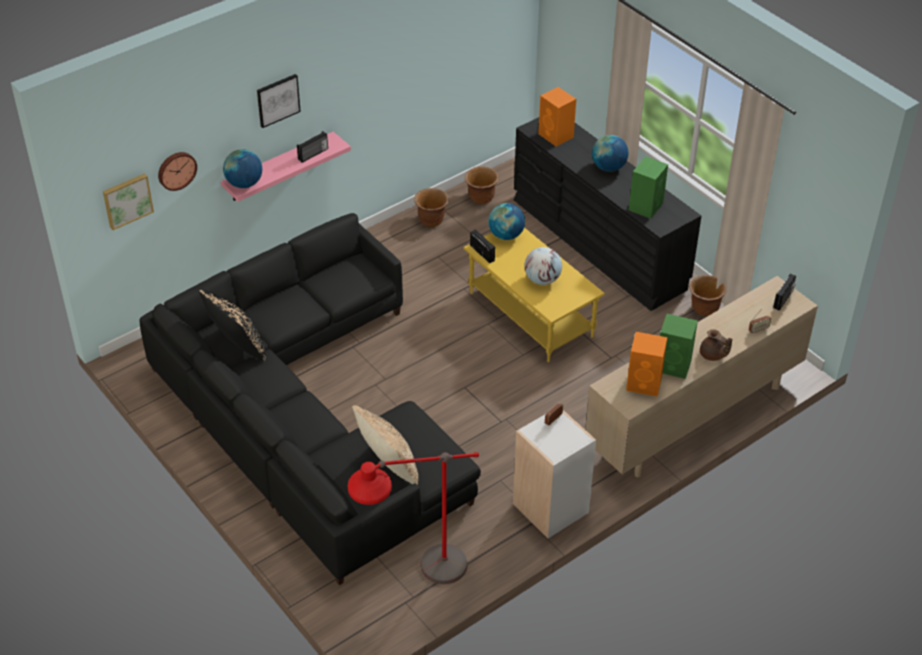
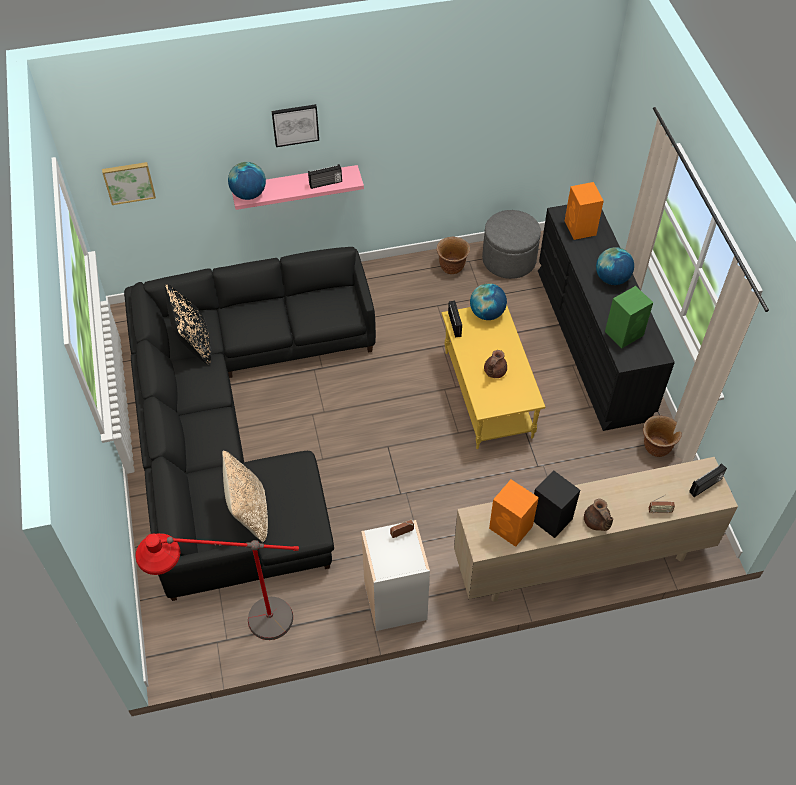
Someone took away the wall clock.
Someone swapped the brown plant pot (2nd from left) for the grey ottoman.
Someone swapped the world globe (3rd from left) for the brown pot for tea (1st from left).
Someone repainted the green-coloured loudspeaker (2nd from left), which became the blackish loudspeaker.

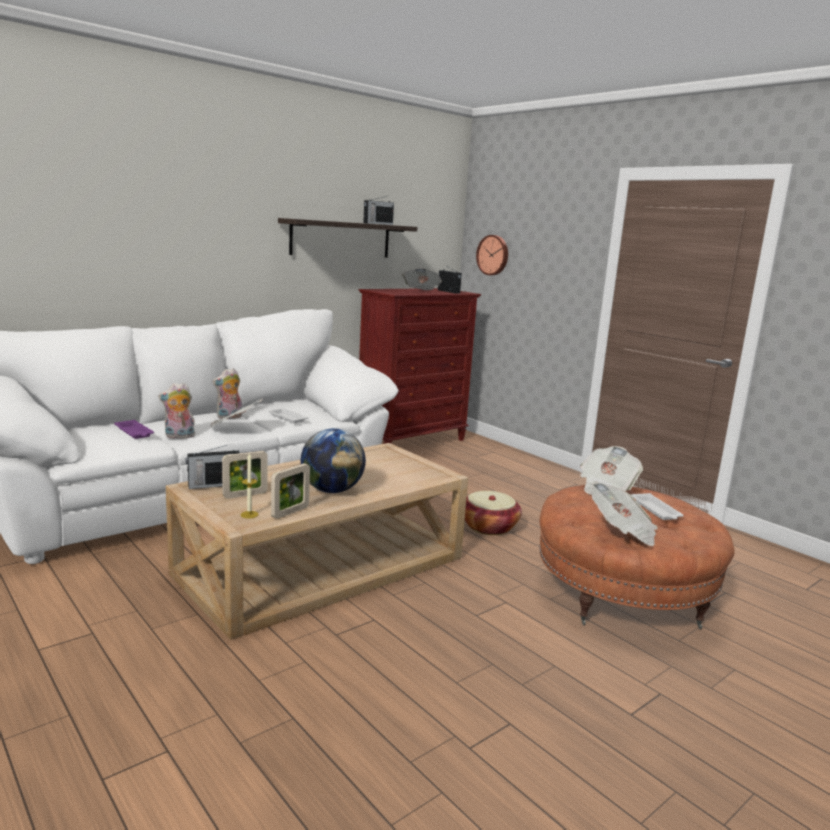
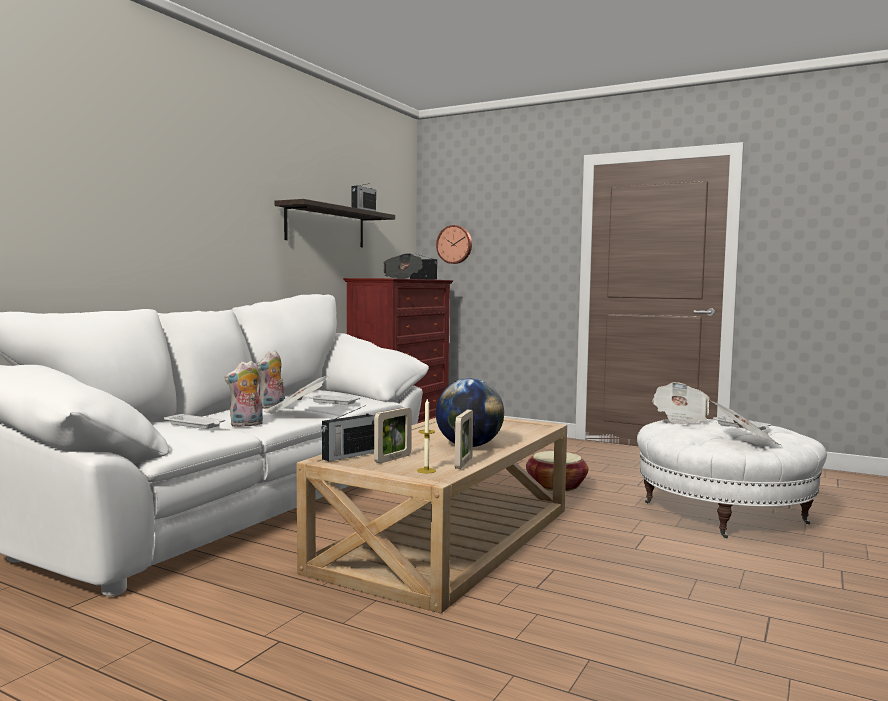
Someone repainted the purple tray, which became the whitish tray (1st from left).
Someone repainted the brown ottoman, which became the whitish ottoman.

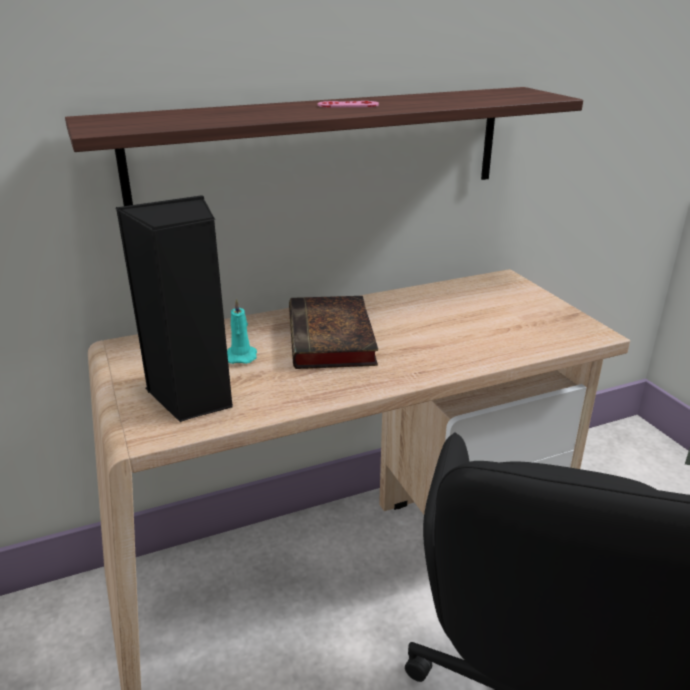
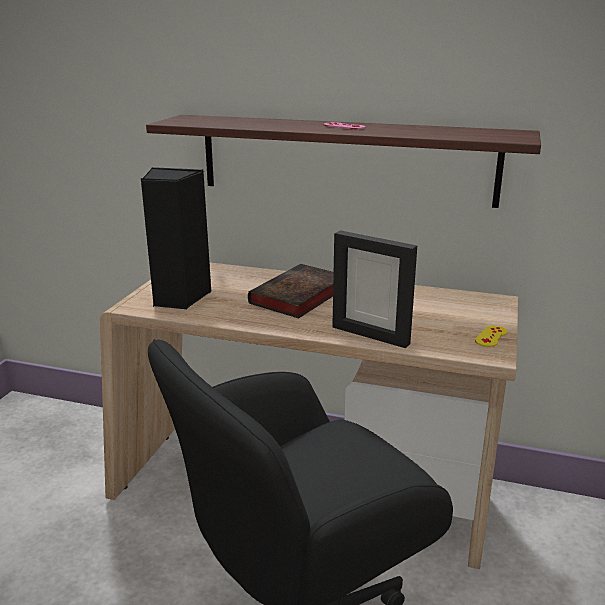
Someone took away the turquoise wax light.
Someone put down the photo frame.
Someone put down the yellowish gamepad.

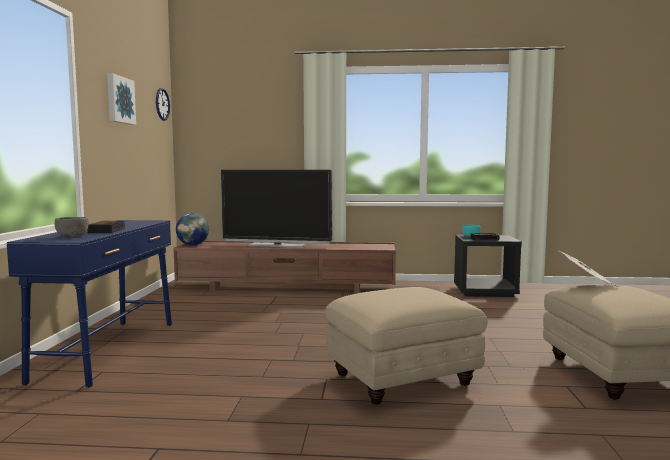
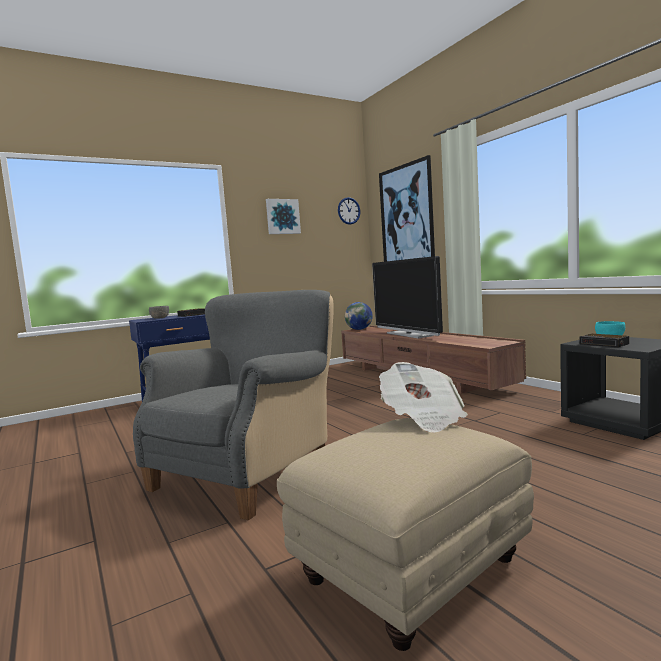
Someone put up the wall picture (2nd from left).
Someone swapped the beige ottoman (1st from left) for the grey armchair.

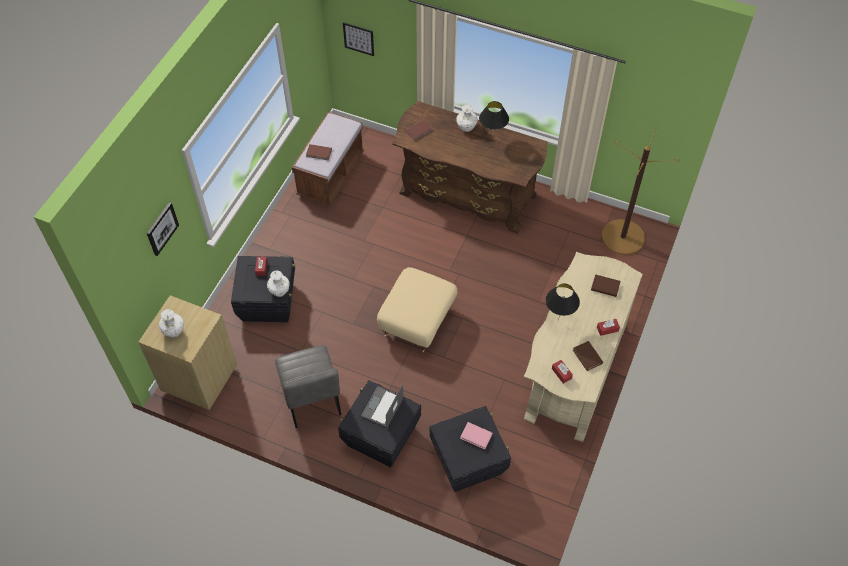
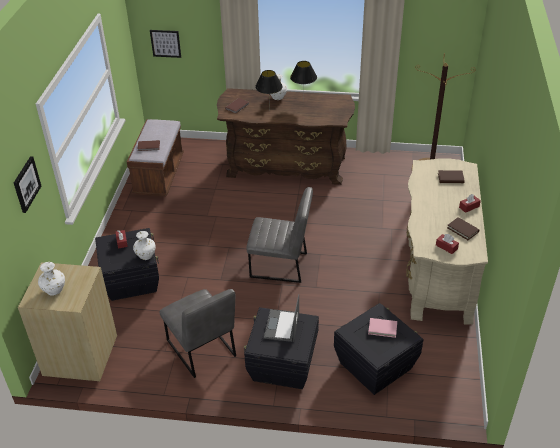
Someone carried the blackish tabletop lamp (2nd from left in the first image).
Someone swapped the beige ottoman for the grey plain chair (2nd from left).

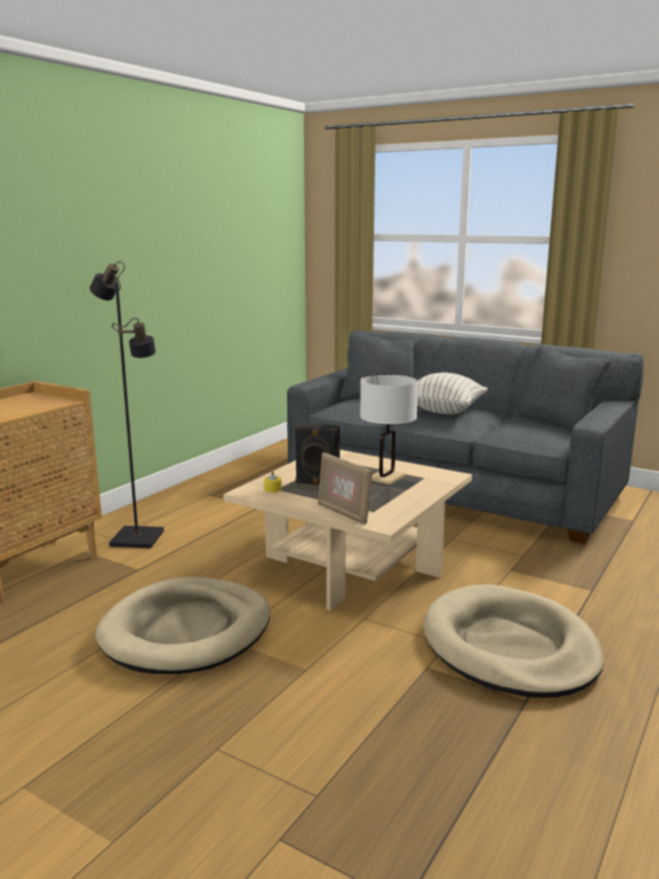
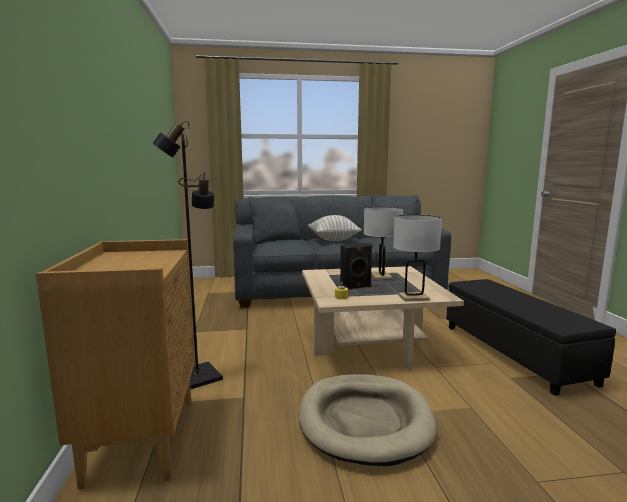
Someone swapped the photo frame for the whitish tabletop lamp (2nd from left).
Someone swapped the beige dog cushion (2nd from left) for the blackish ottoman.

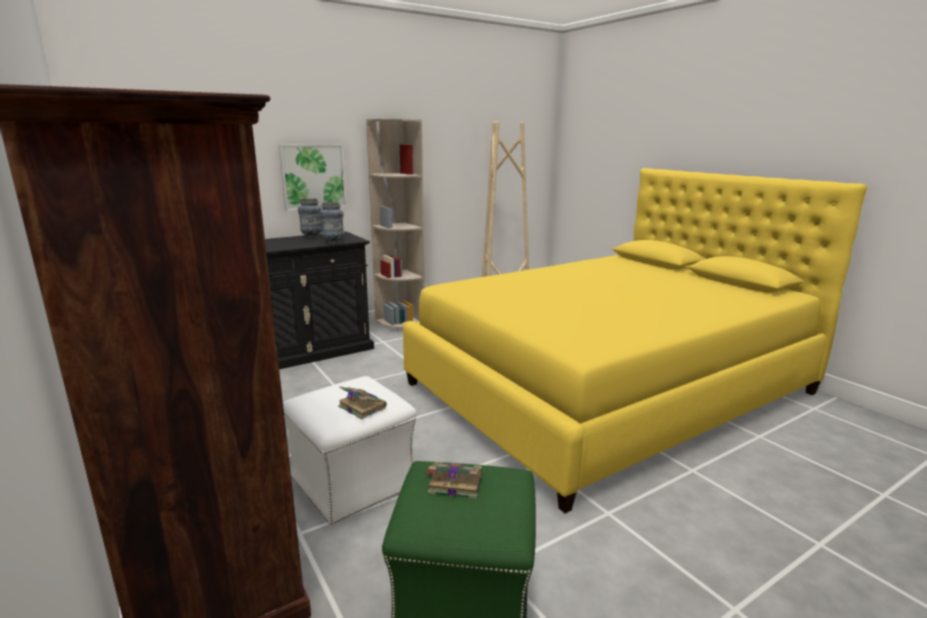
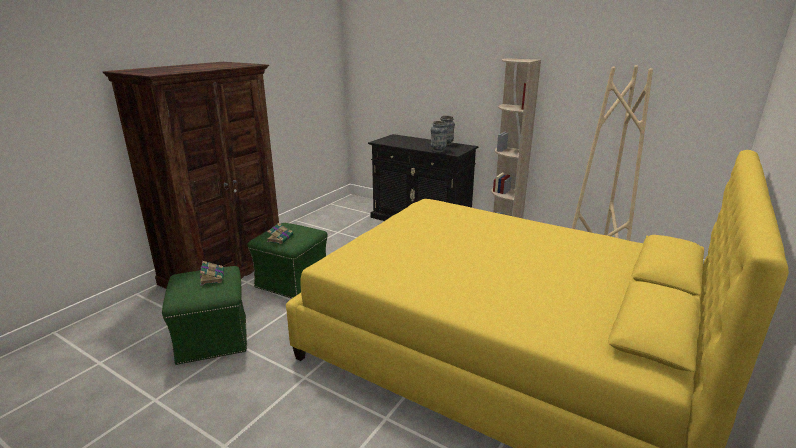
Someone took away the wall picture.
Someone repainted the whitish ottoman, which became the green-coloured ottoman (2nd from left).

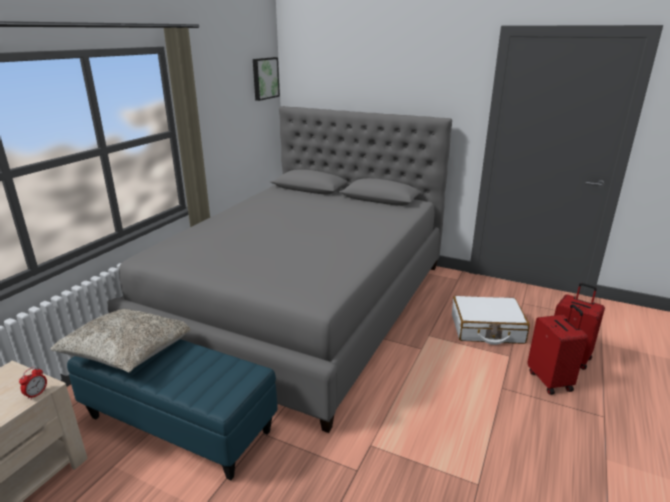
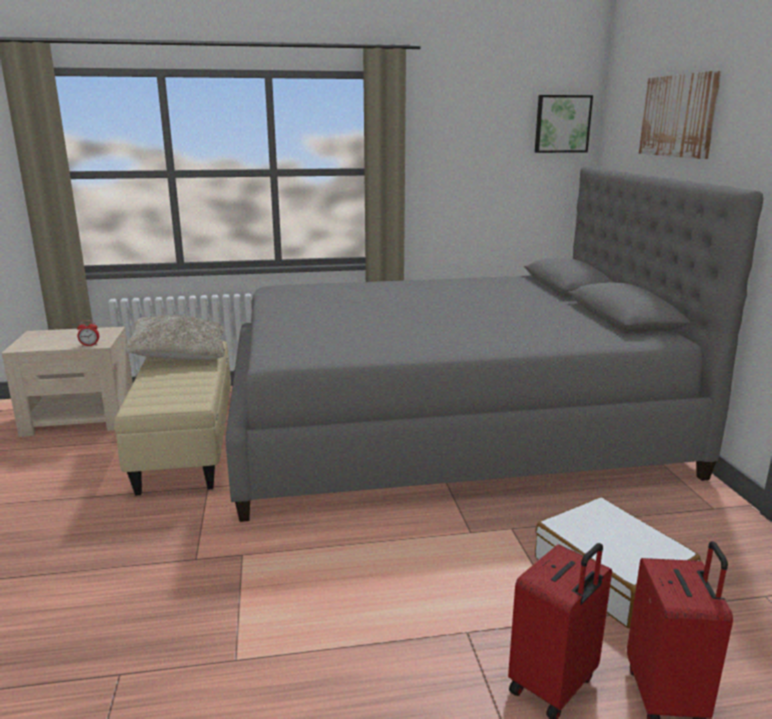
Someone put up the wall picture (2nd from left).
Someone repainted the blue-coloured ottoman, which became the beige ottoman.

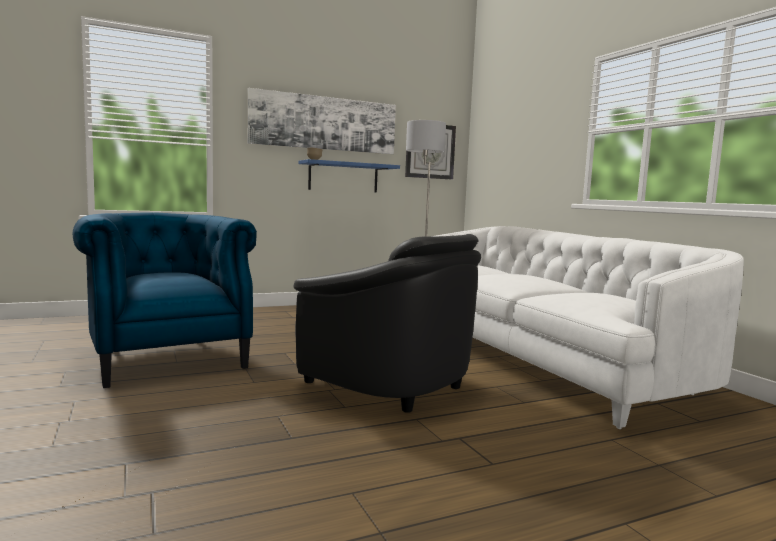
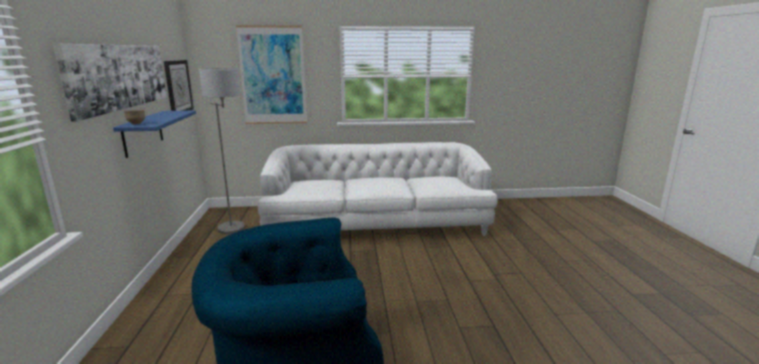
Someone took away the blackish armchair.
Someone put up the wall picture (2nd from left).

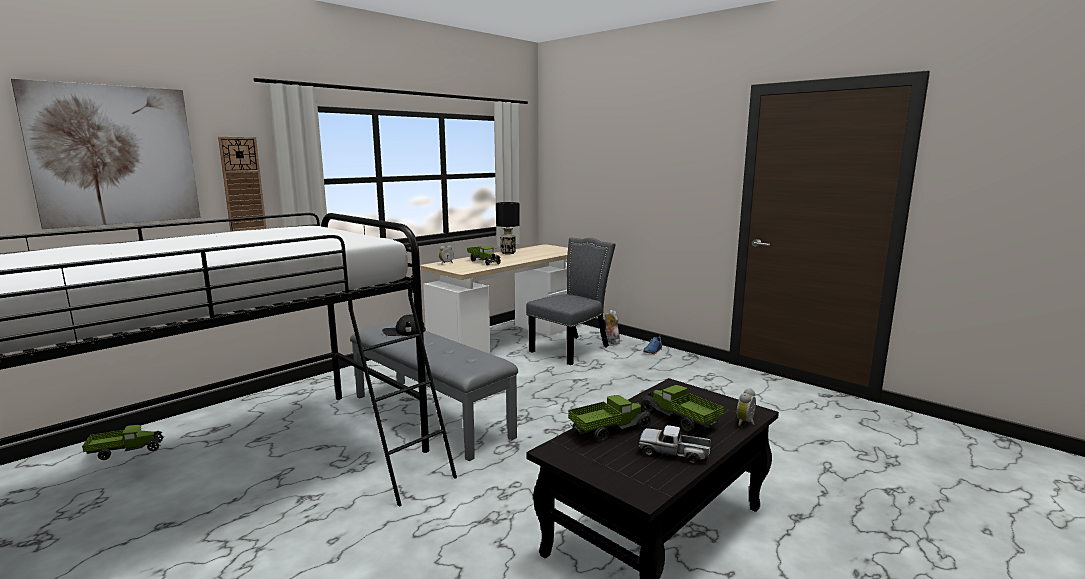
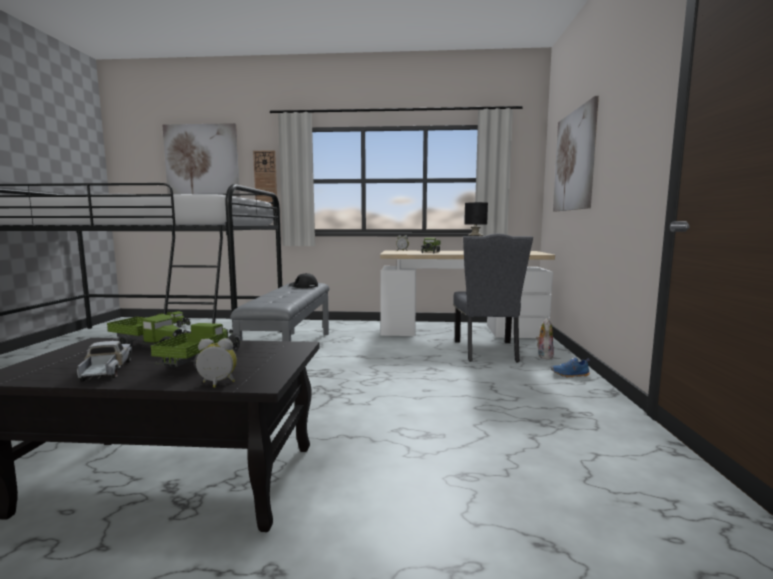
Someone put up the wall picture (2nd from left).
Someone rotated the grey plain chair by 90 degrees clockwise.

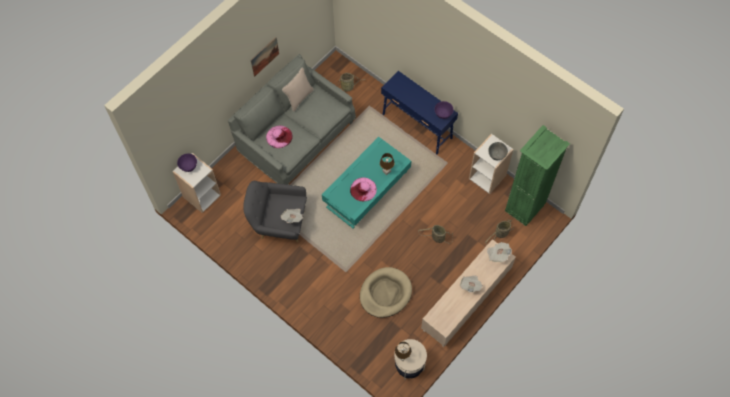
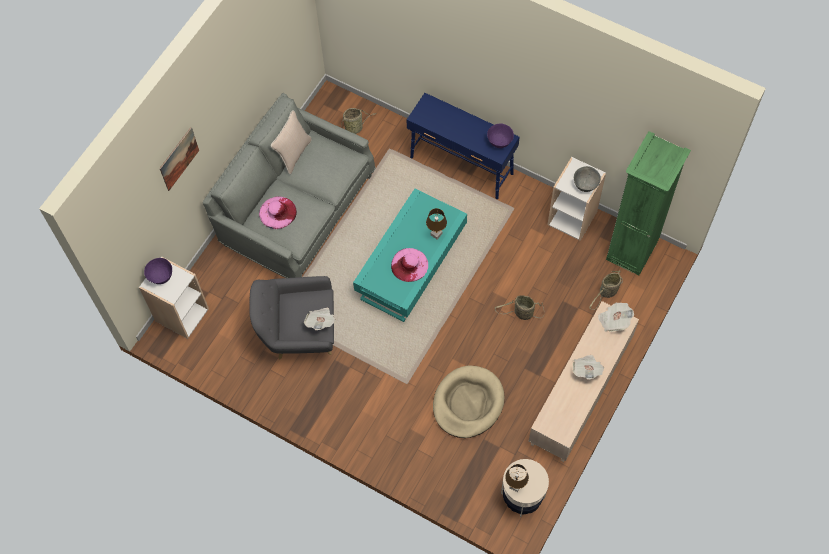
Someone carried the wall picture.

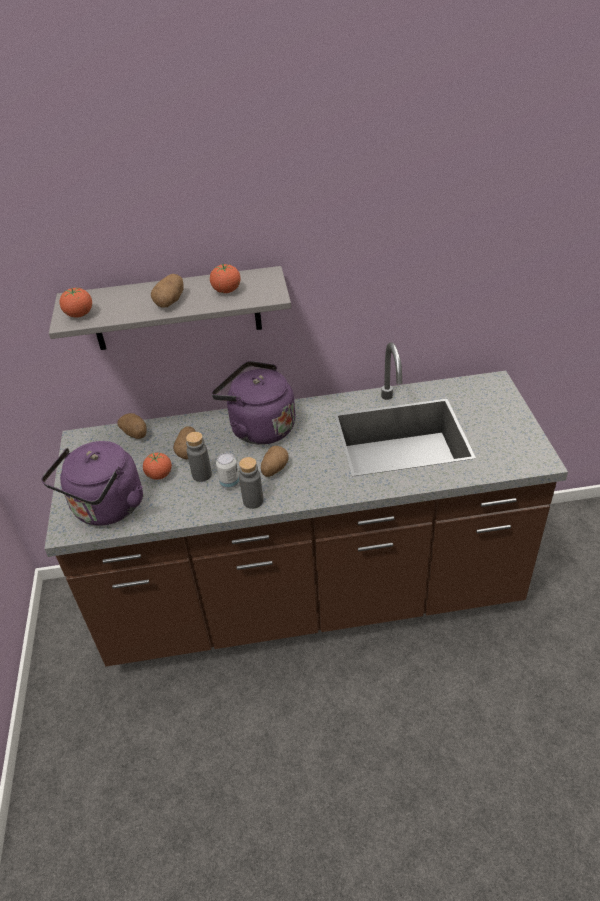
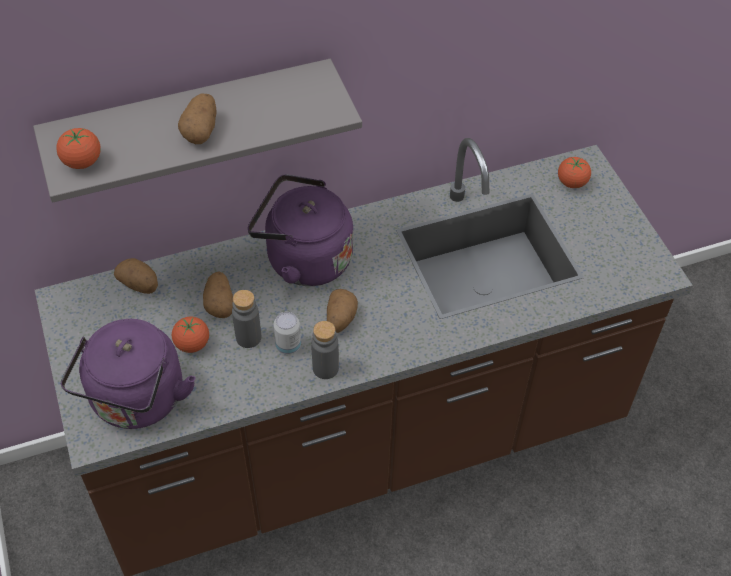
Someone carried the whole tomato (3rd from left).

